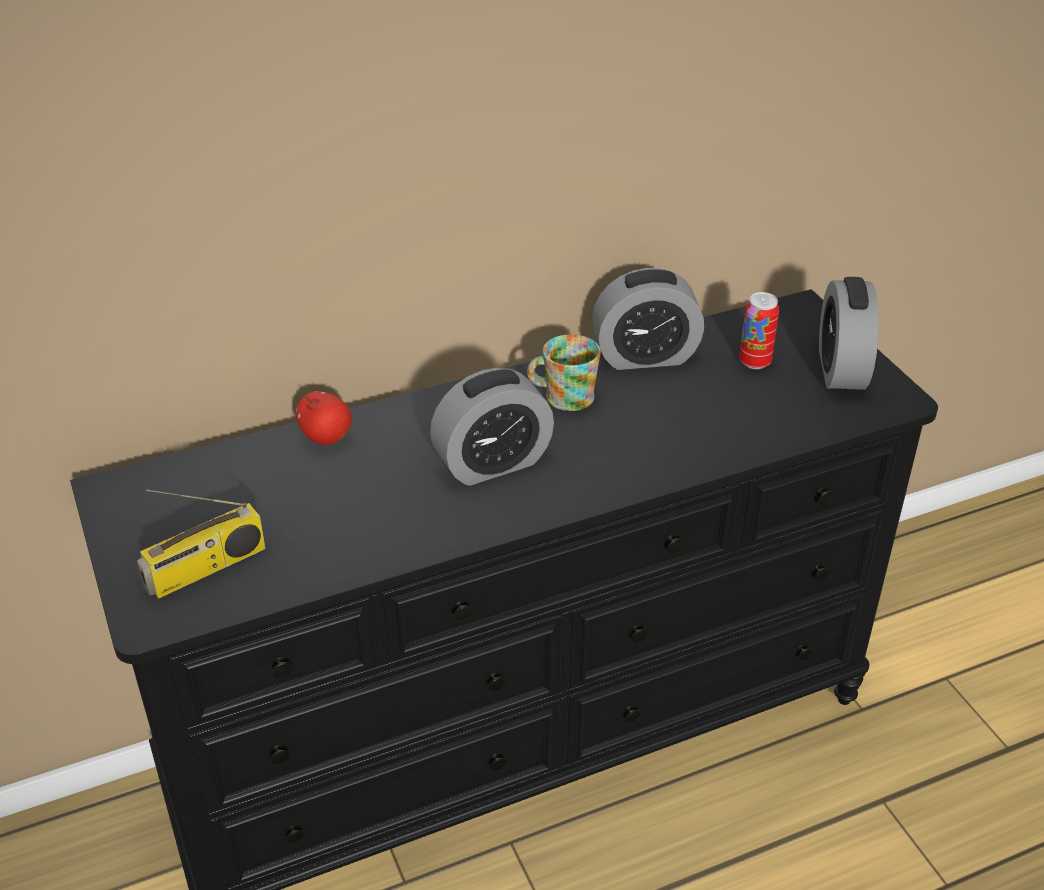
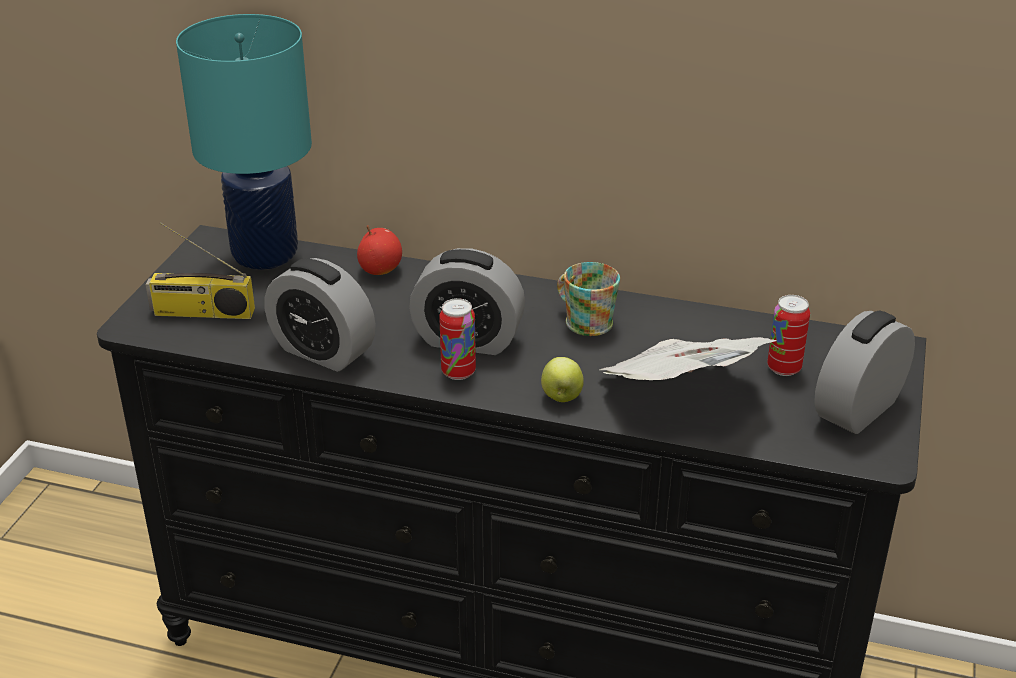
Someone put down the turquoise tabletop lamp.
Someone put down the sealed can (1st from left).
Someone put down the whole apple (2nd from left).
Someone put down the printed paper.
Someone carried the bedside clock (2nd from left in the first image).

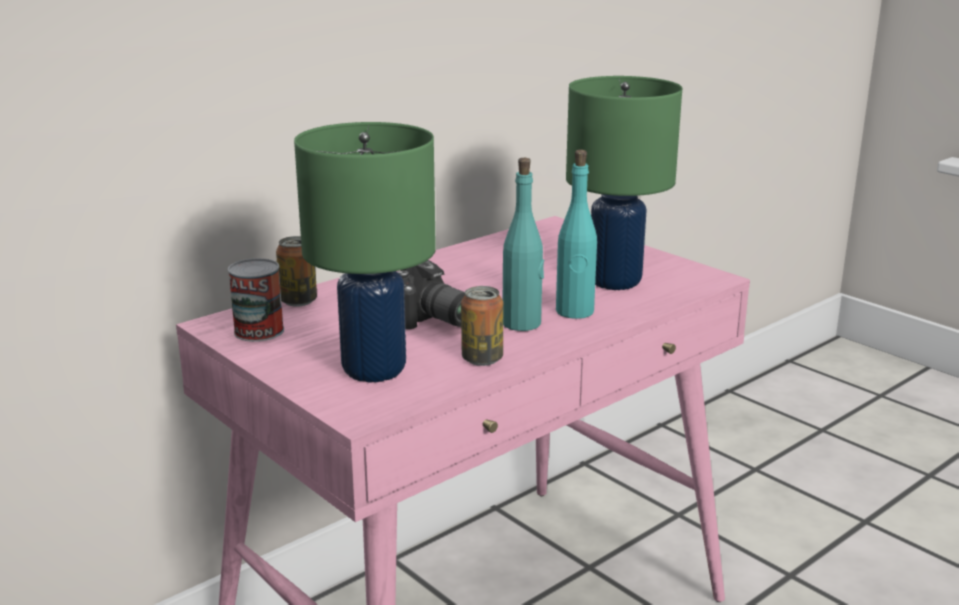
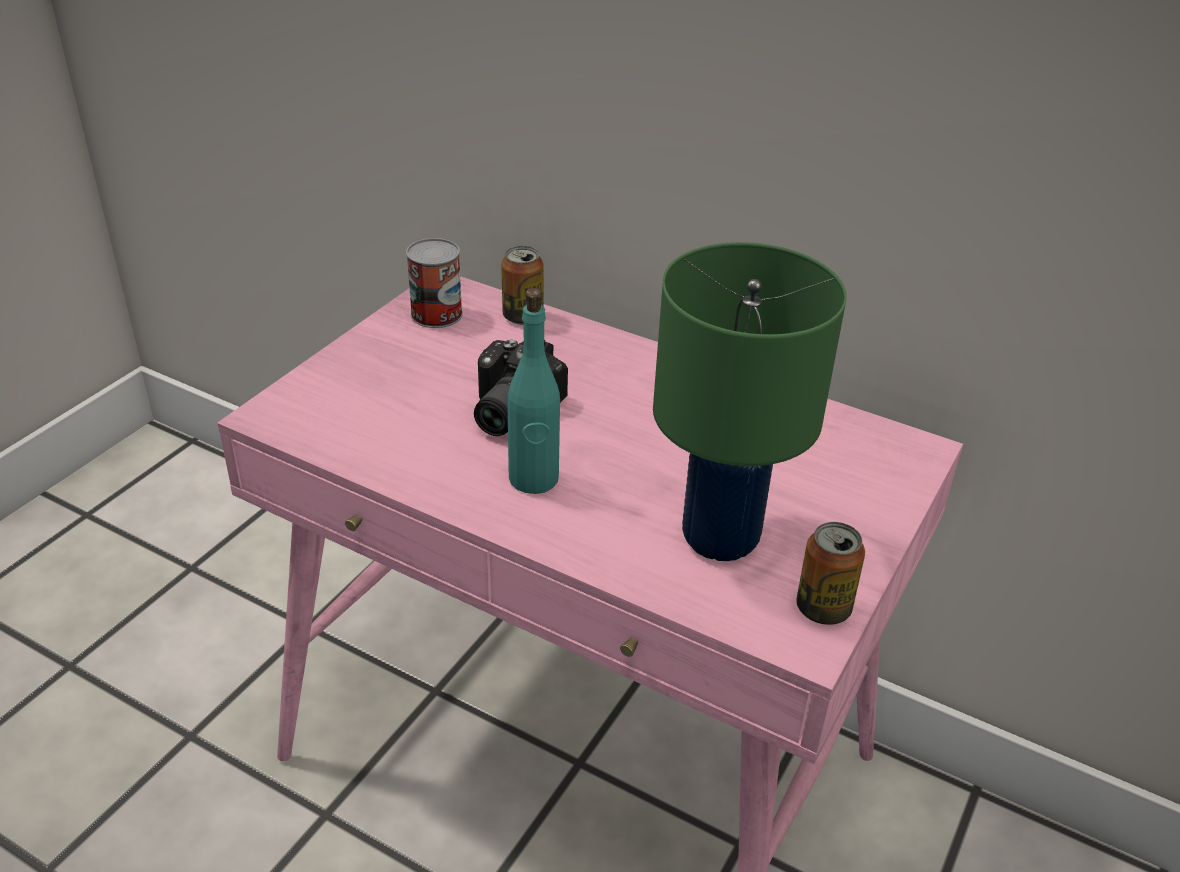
Someone took away the green-coloured tabletop lamp (1st from left).
Someone took away the turquoise bottle (2nd from left).
Someone carried the sealed can (3rd from left).

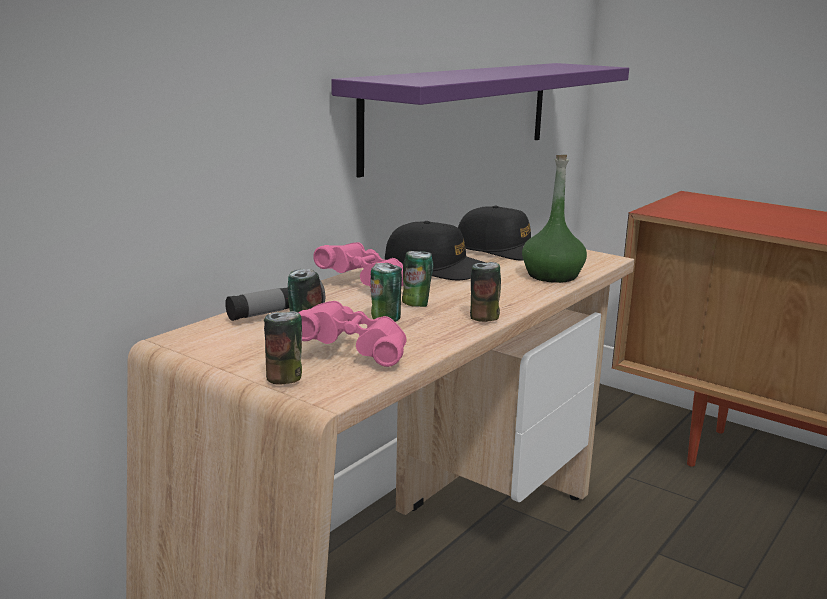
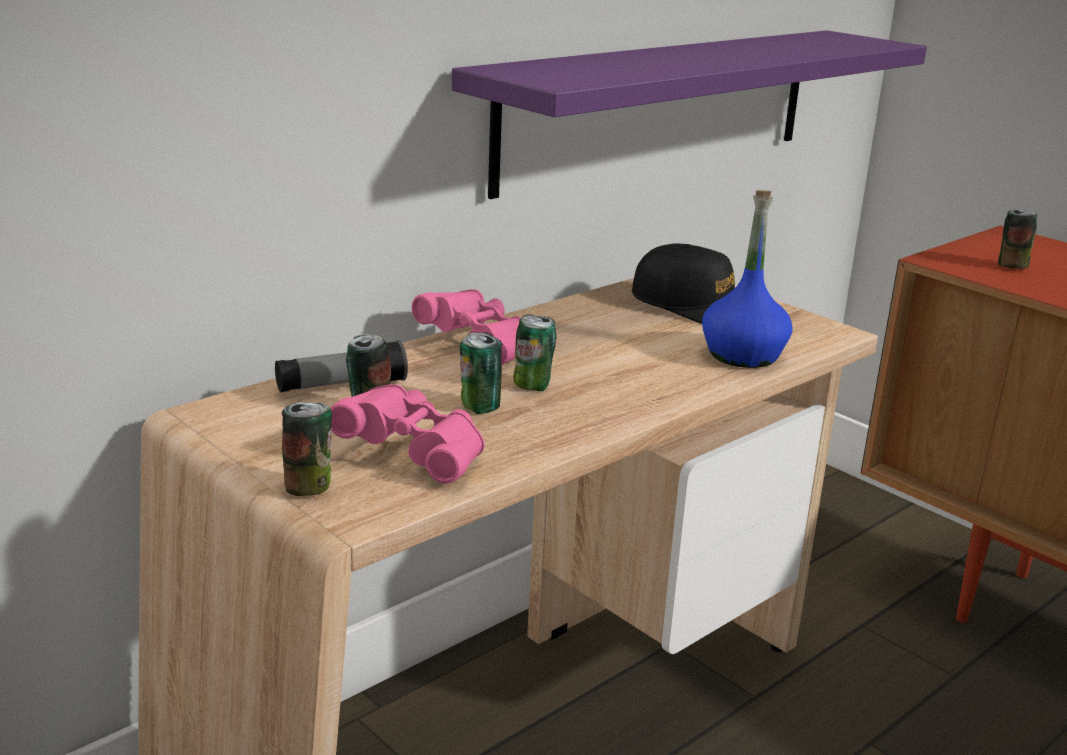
Someone took away the blackish peaked cap (1st from left).
Someone carried the sealed can (5th from left).
Someone repainted the green-coloured bottle, which became the blue-coloured bottle.

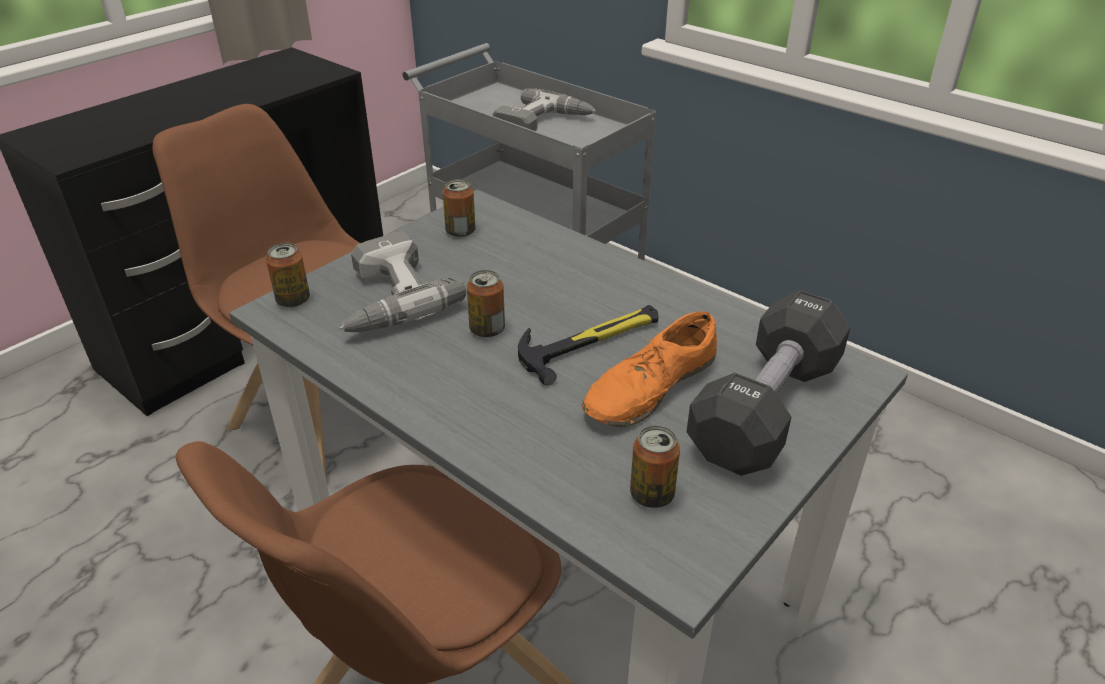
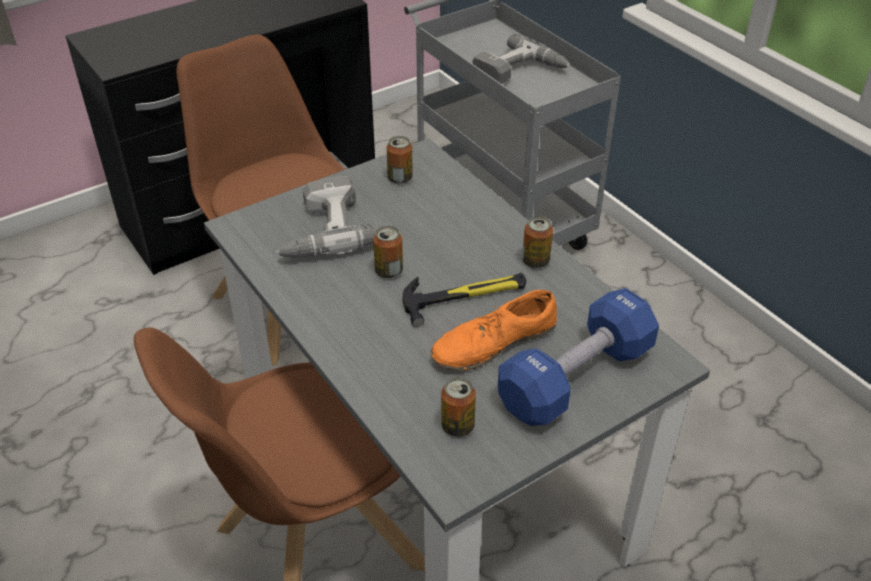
Someone carried the sealed can (1st from left in the first image).
Someone repainted the blackish hand weight, which became the blue-coloured hand weight.

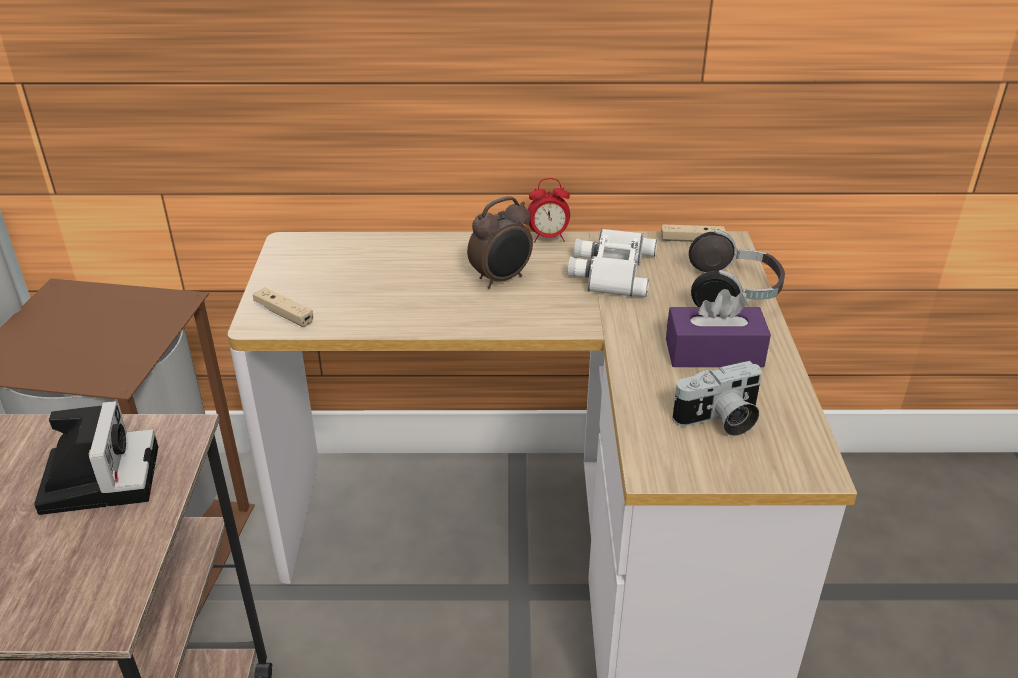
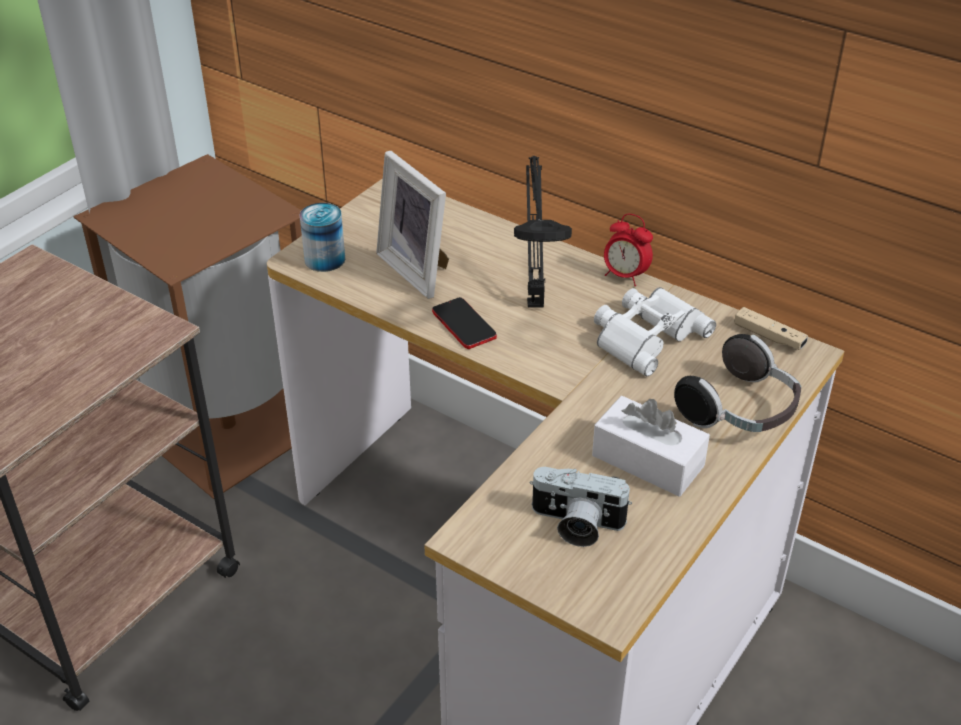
Someone took away the photo camera (1st from left).
Someone put down the photo frame.
Someone put down the handset.
Someone swapped the beige gamepad (1st from left) for the sealed can.
Someone swapped the bedside clock (1st from left) for the blackish tabletop lamp.
Someone repainted the purple tissue holder, which became the whitish tissue holder.

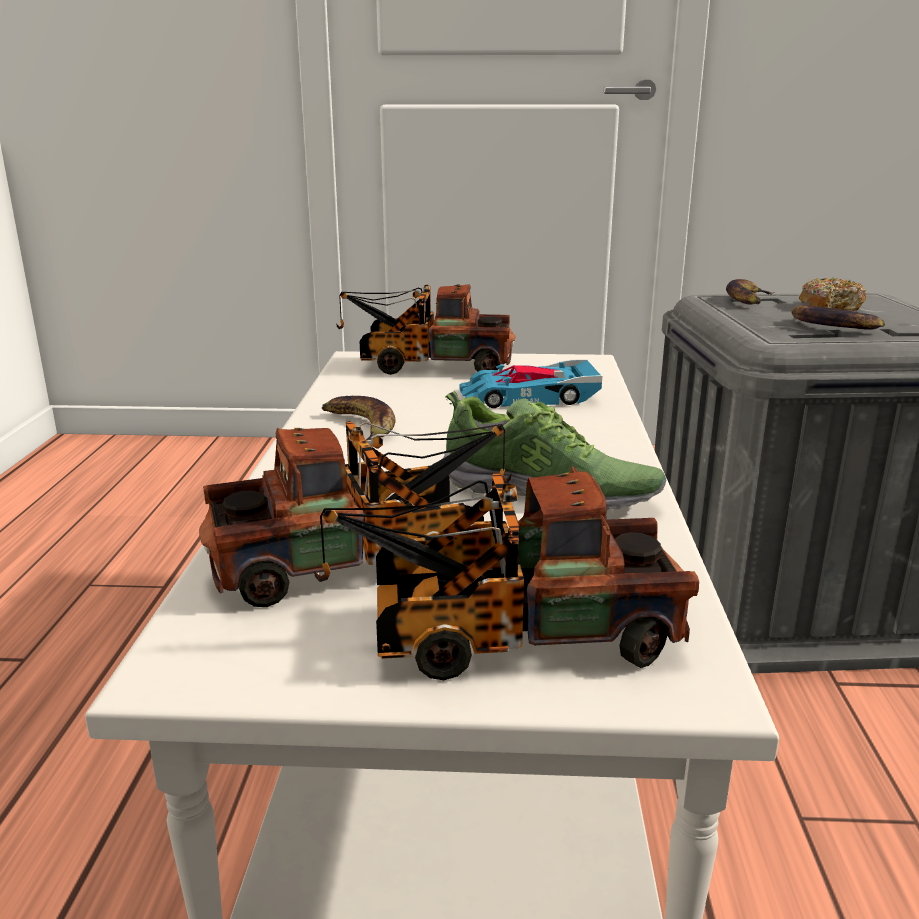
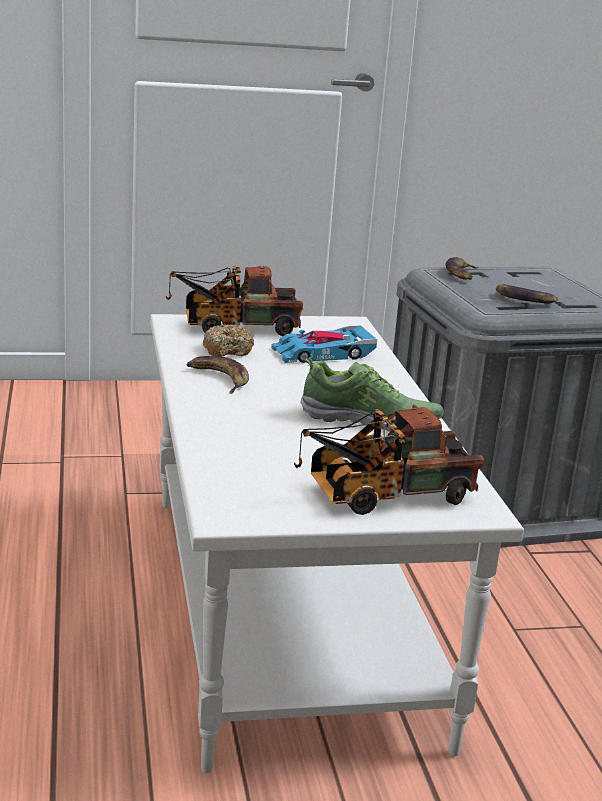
Someone took away the model truck (1st from left).
Someone carried the doughnut.

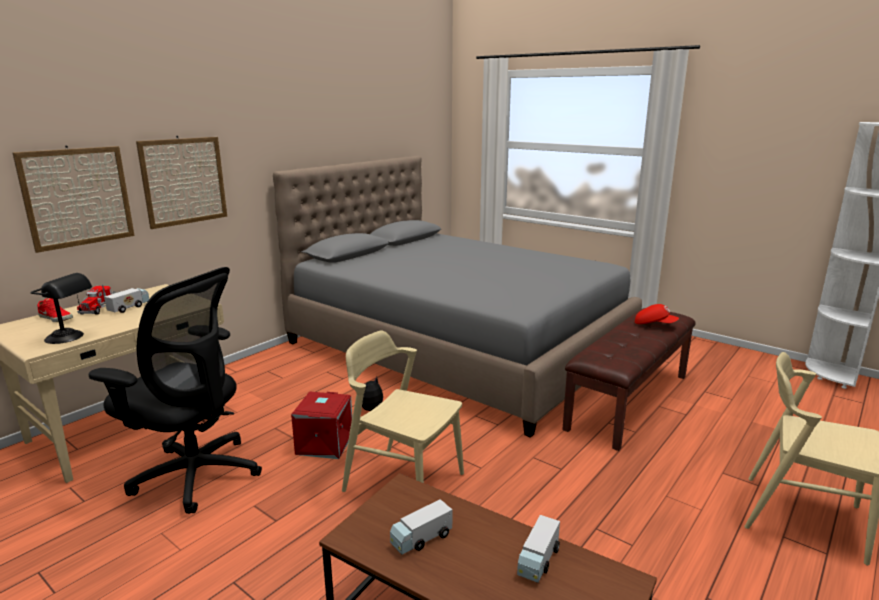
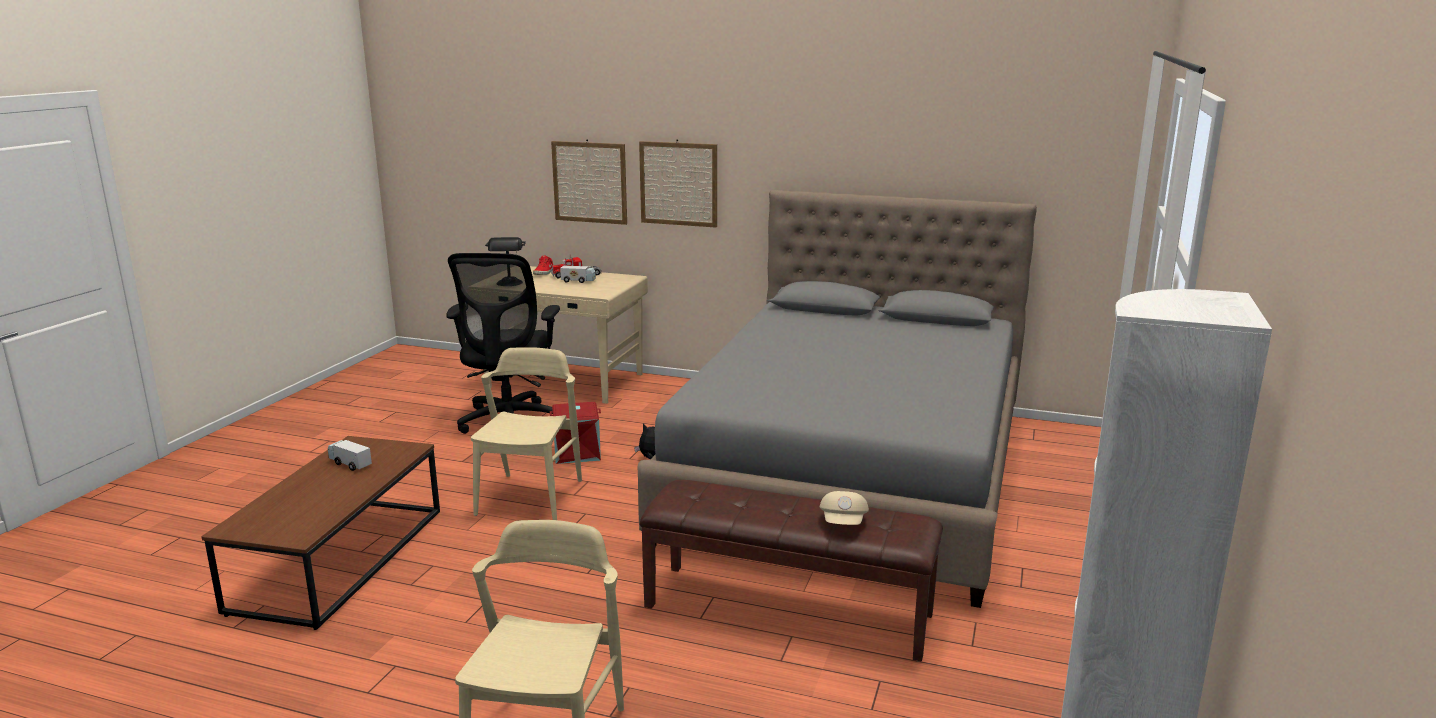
Someone took away the model truck (4th from left).
Someone repainted the red peaked cap, which became the beige peaked cap.

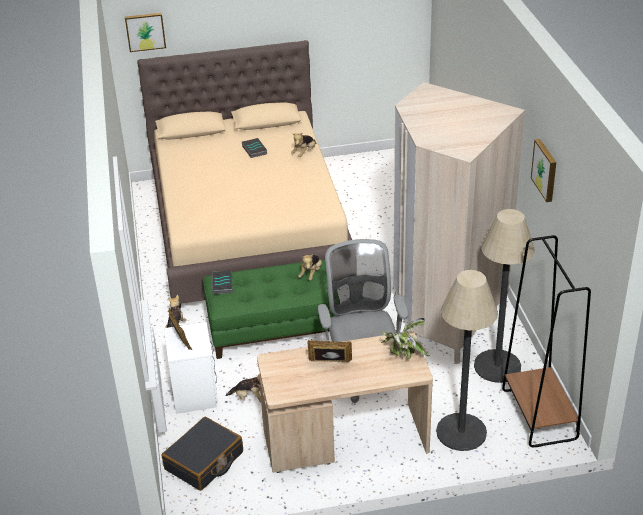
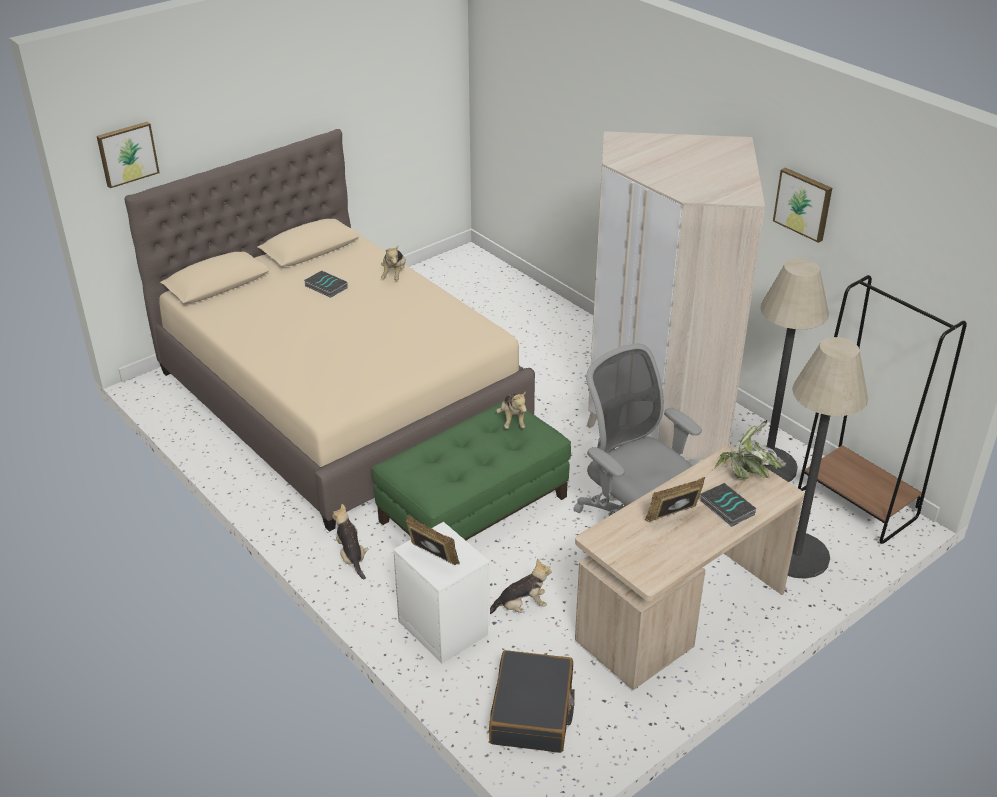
Someone carried the book (1st from left in the first image).

